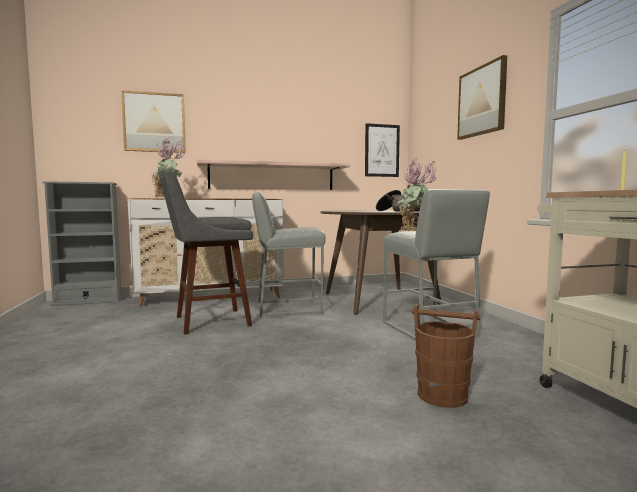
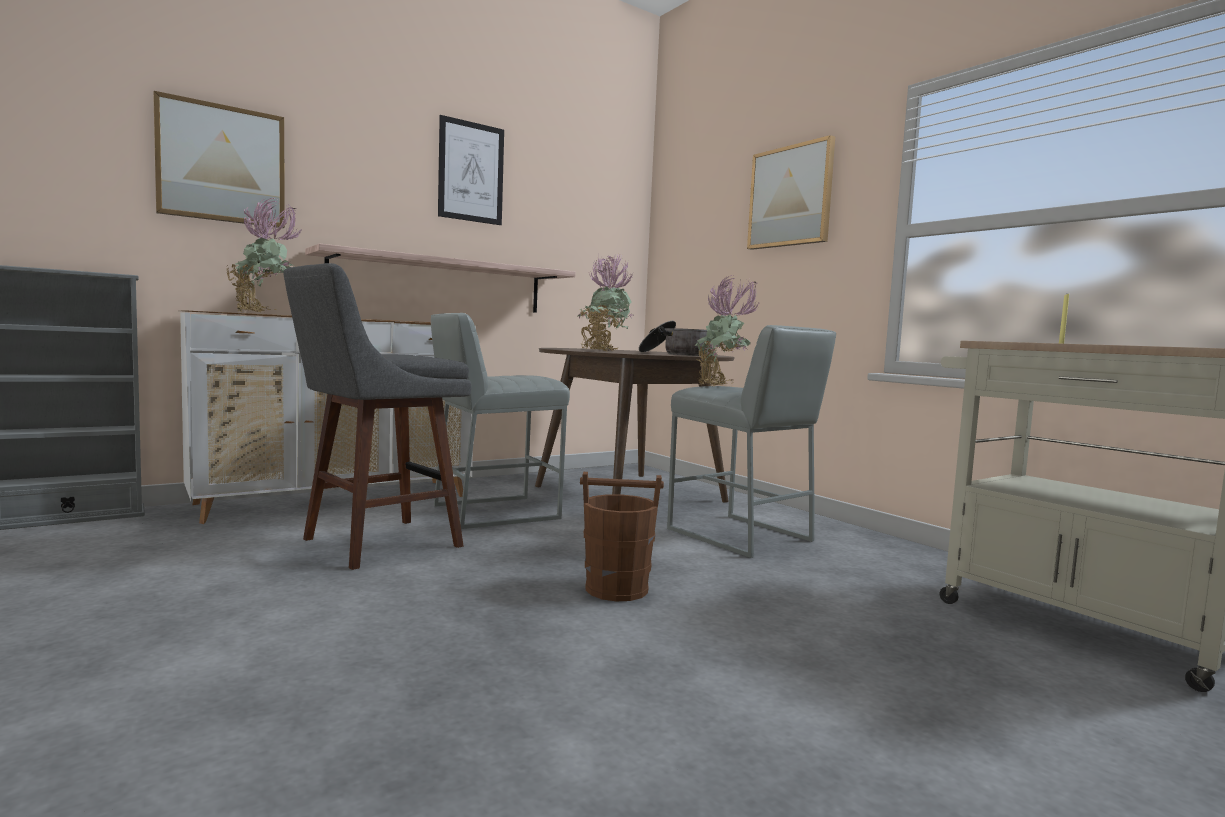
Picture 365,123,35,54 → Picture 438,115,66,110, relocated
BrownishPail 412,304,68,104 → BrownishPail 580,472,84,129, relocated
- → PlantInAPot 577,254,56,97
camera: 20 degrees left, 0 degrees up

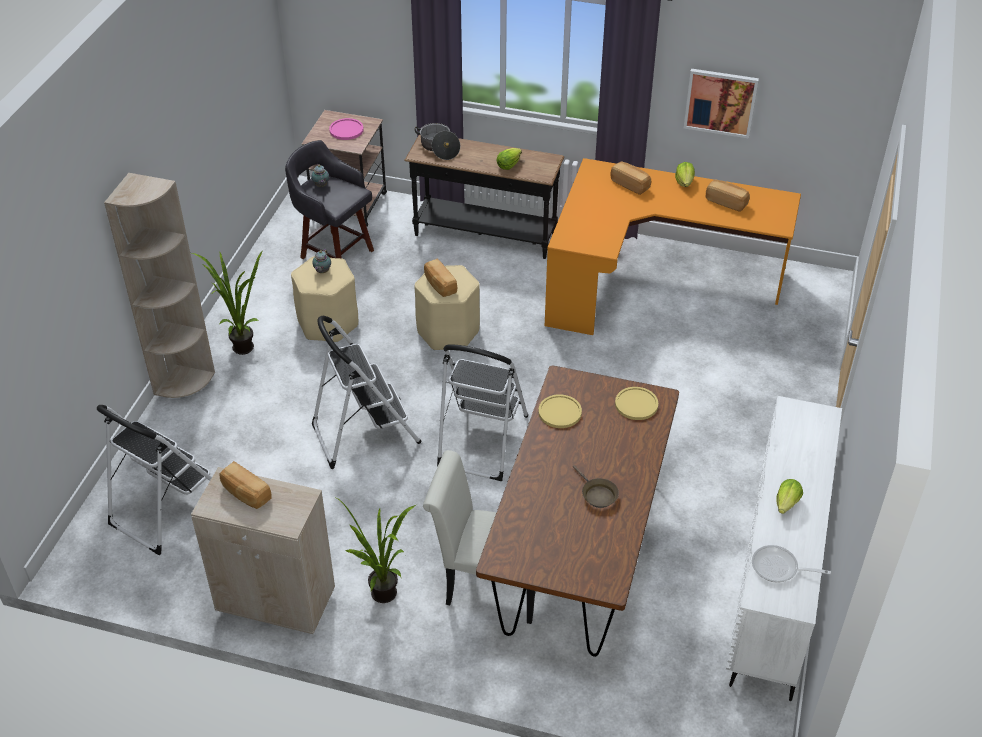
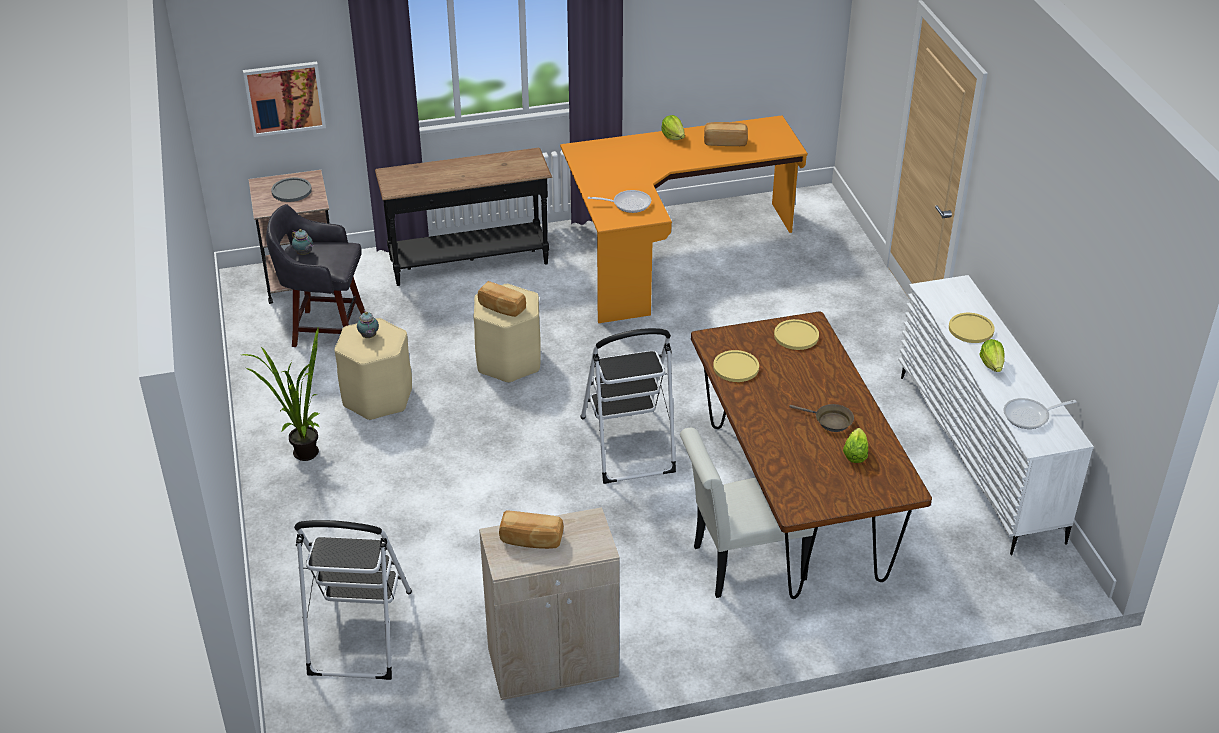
SandColouredBookcase 104,173,111,225 → -
StepStool 312,316,109,153 → -
PinkColouredPlate 329,118,35,22 → GreyPlate 271,177,41,25
PlantInAPot 334,497,82,106 → -
CookingPot 414,123,46,37 → -
HeadOfLettuce 496,148,26,22 → HeadOfLettuce 843,428,25,35, relocated
BakedBread 610,161,41,34 → -
Picture 684,69,75,70 → Picture 243,62,83,75, relocated
- → Skillet 588,190,63,23
- → YellowishPlate 949,313,45,30
camera: 30 degrees left, 5 degrees down

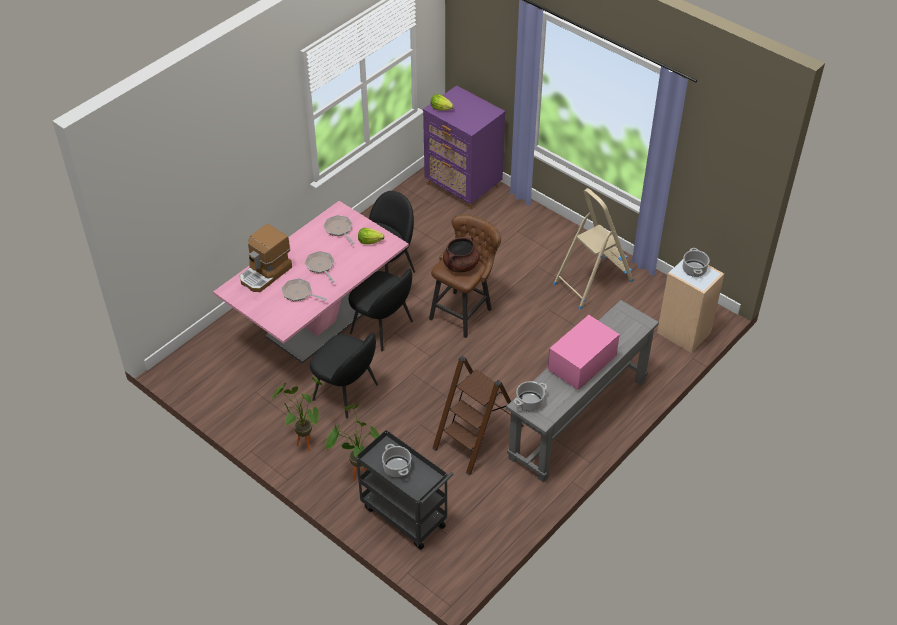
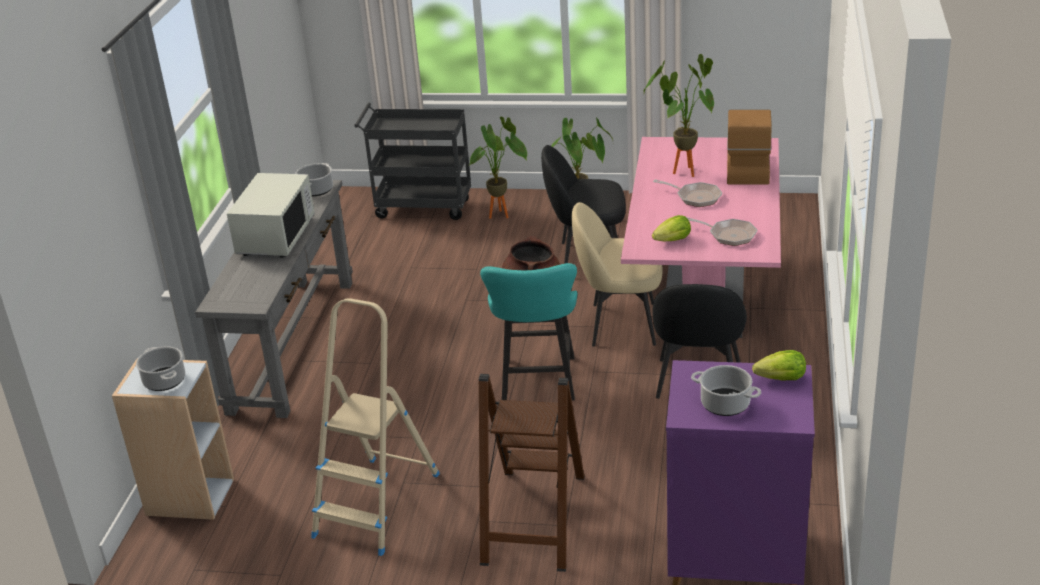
Skillet 282,278,45,24 → PlantInAPot 644,54,70,123
BlackishUprightChair 349,269,64,82 → SandColouredUprightChair 572,202,90,145
CookingPot 382,444,29,33 → CookingPot 691,365,70,51, relocated
BrownishStool 429,214,72,124 → TurquoiseColouredStool 480,263,97,138
BrownishStepStool 432,356,92,120 → BrownishStepStool 478,374,107,198, relocated
PinkColouredMicrowave 548,315,72,75 → WhiteMicrowave 227,173,88,85
camera: 150 degrees right, 15 degrees down

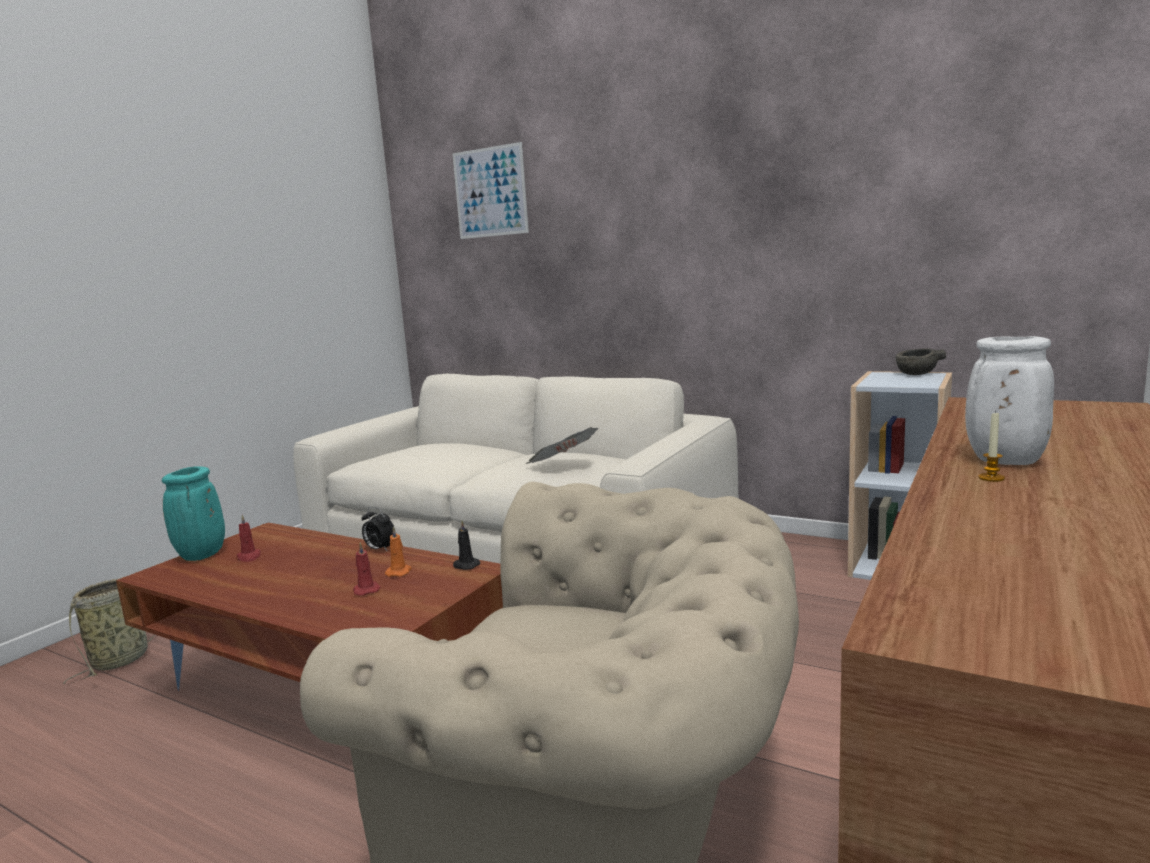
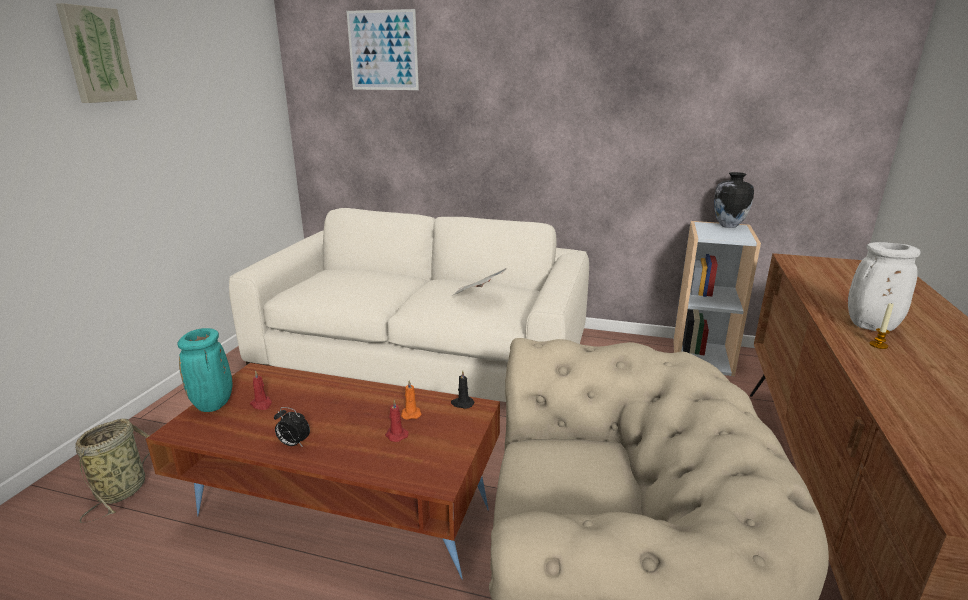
BedsideClock 362,507,33,44 → BedsideClock 274,407,36,40, relocated
GreyDeepDish 895,349,51,26 → DecorativeVase 714,172,40,56
- → Picture 56,3,81,100
camera: 15 degrees left, 10 degrees up

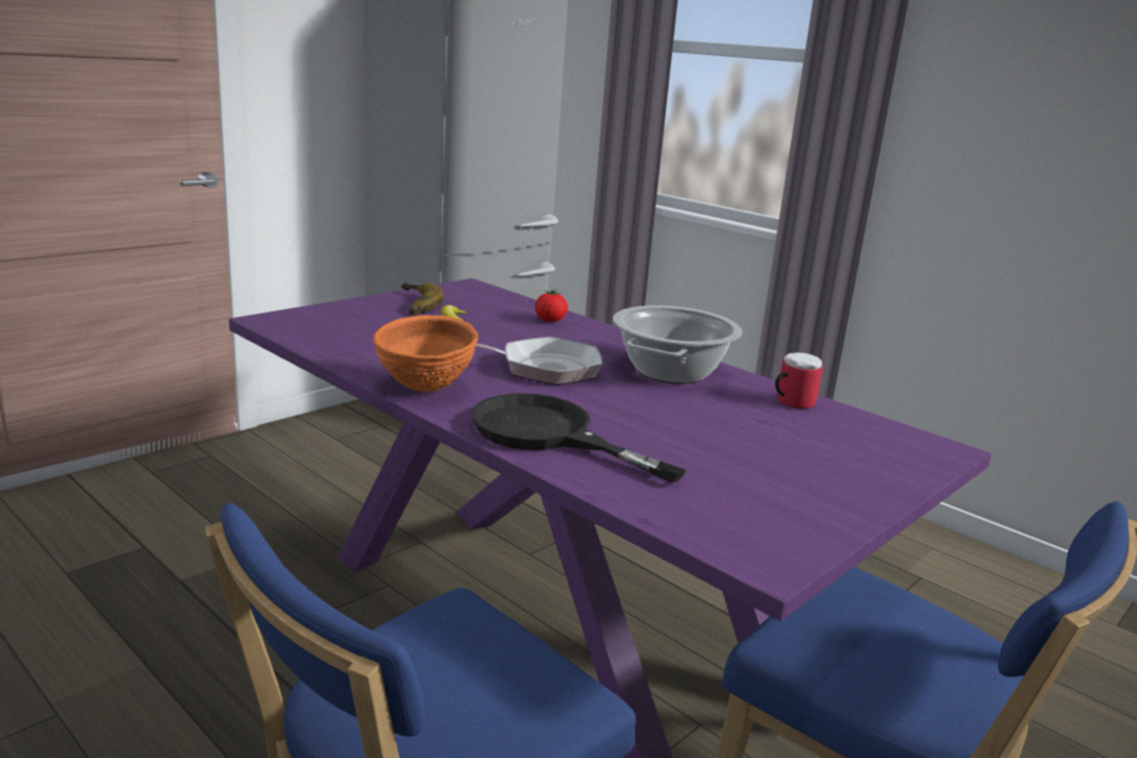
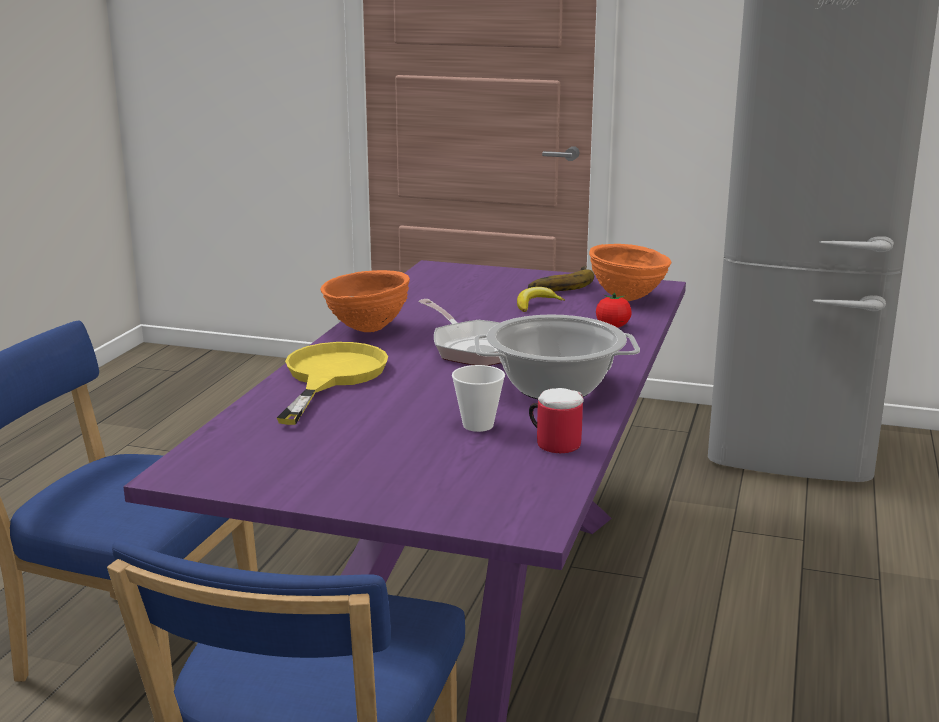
BlackishSkillet 472,393,215,90 → YellowishSkillet 277,342,111,83
- → DrinkingCup 452,365,53,67
- → OrangeyDeepDish 589,244,82,57
camera: 65 degrees right, 0 degrees up

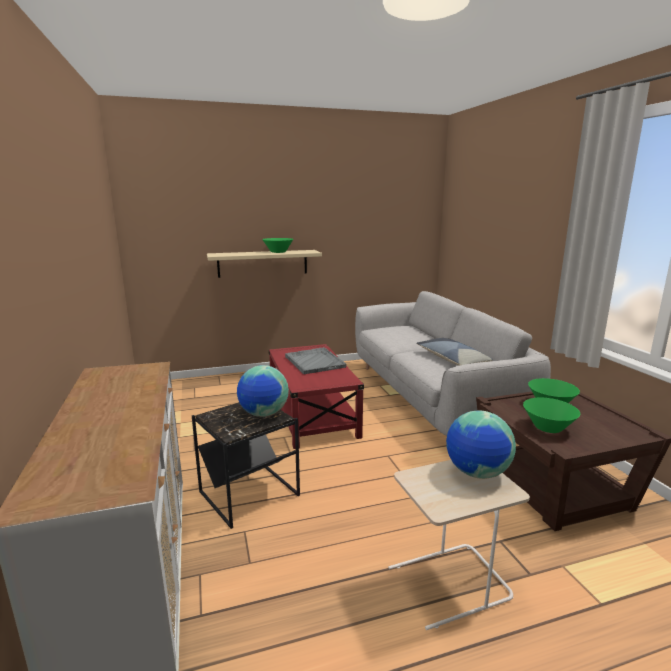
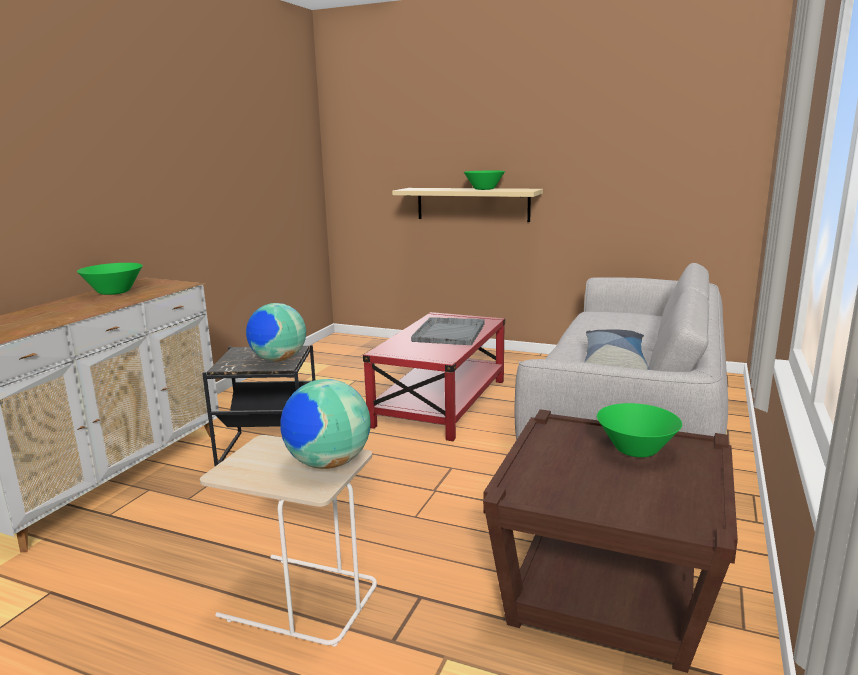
GreenColouredDeepDish 523,398,57,35 → GreenColouredDeepDish 77,263,66,32, relocated
camera: 40 degrees right, 0 degrees up

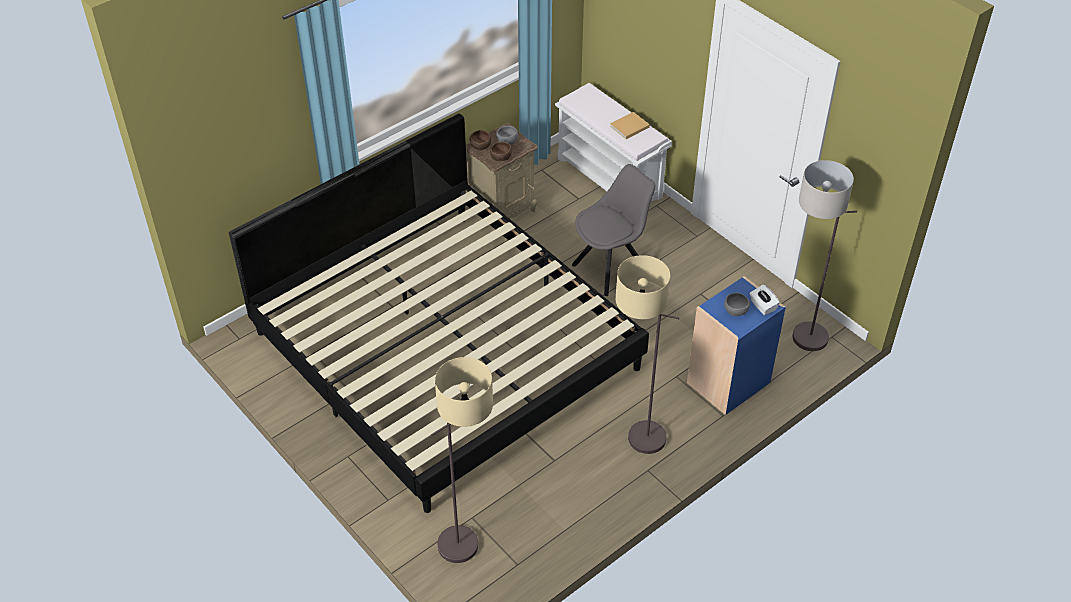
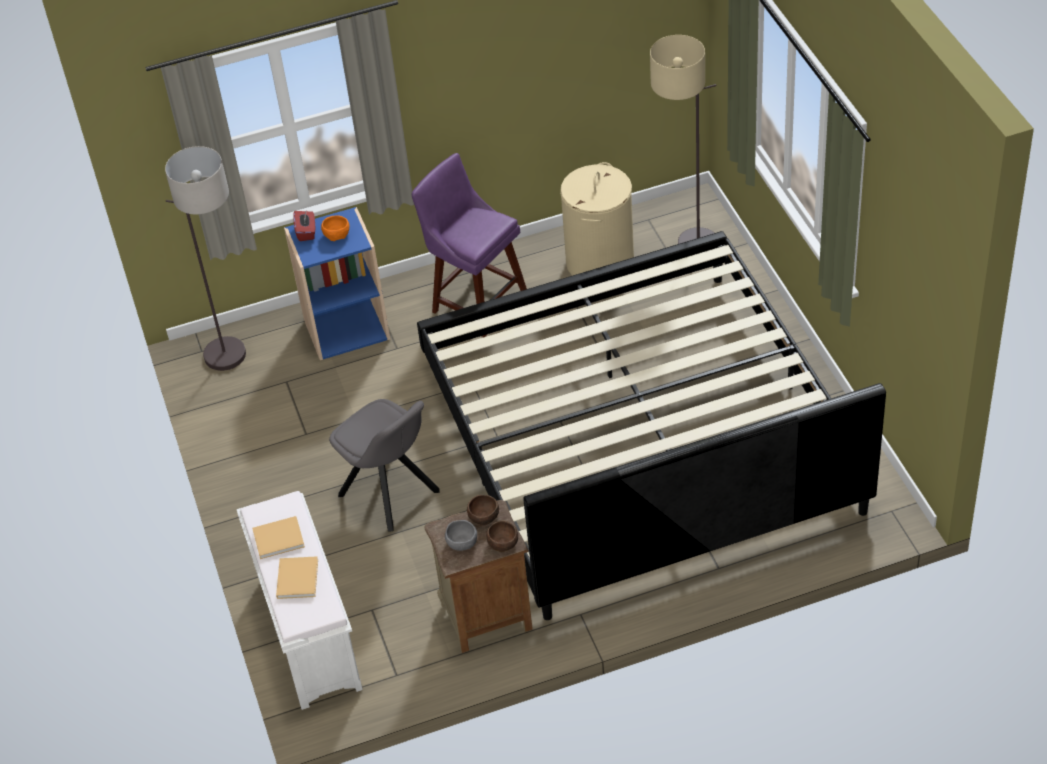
GreyUprightChair 572,164,83,132 → GreyUprightChair 329,399,111,133, 120 degrees counterclockwise
SandColouredStandingLamp 616,255,63,199 → PurpleUprightChair 412,153,115,184
GreyDeepDish 724,293,26,23 → OrangeyDeepDish 321,215,28,26
WhiteTissueHolder 749,285,31,30 → RedColouredTissueHolder 293,211,22,30
- → SandColouredBook 276,556,42,43
- → SandColouredWashingBasket 560,162,74,114
camera: 155 degrees left, 0 degrees up

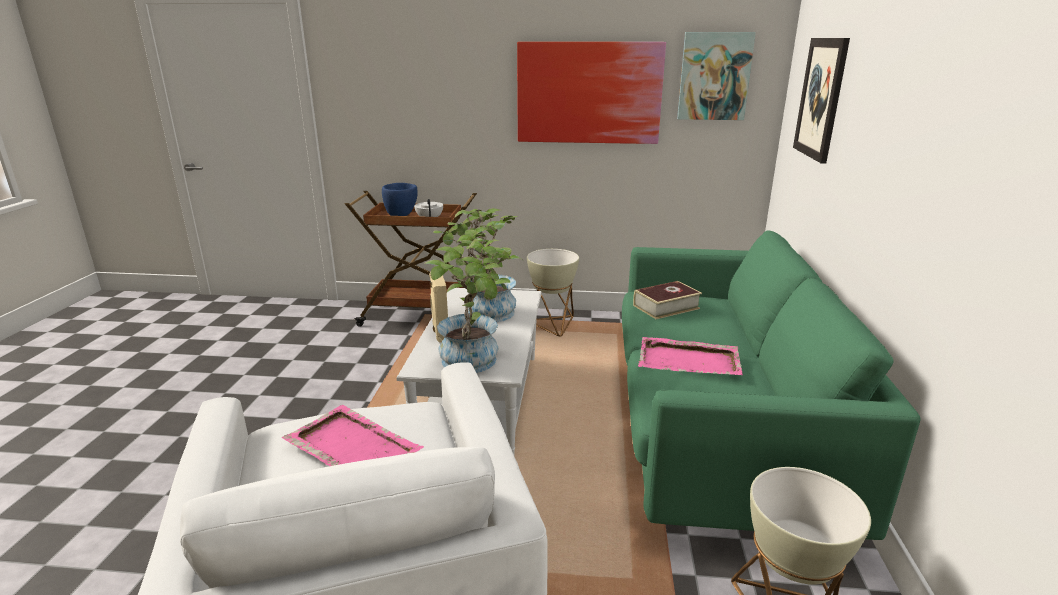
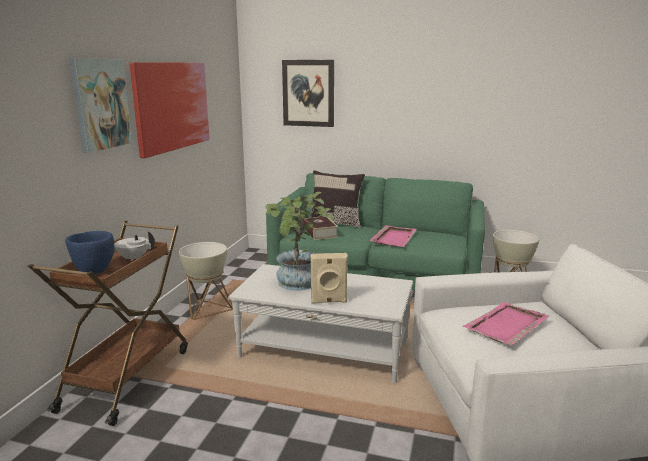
PlantInAPot 424,230,100,143 → -
Picture 677,32,79,88 → Picture 69,59,63,94, relocated
- → ThrowPillow 310,170,55,58
camera: 80 degrees left, 5 degrees down

